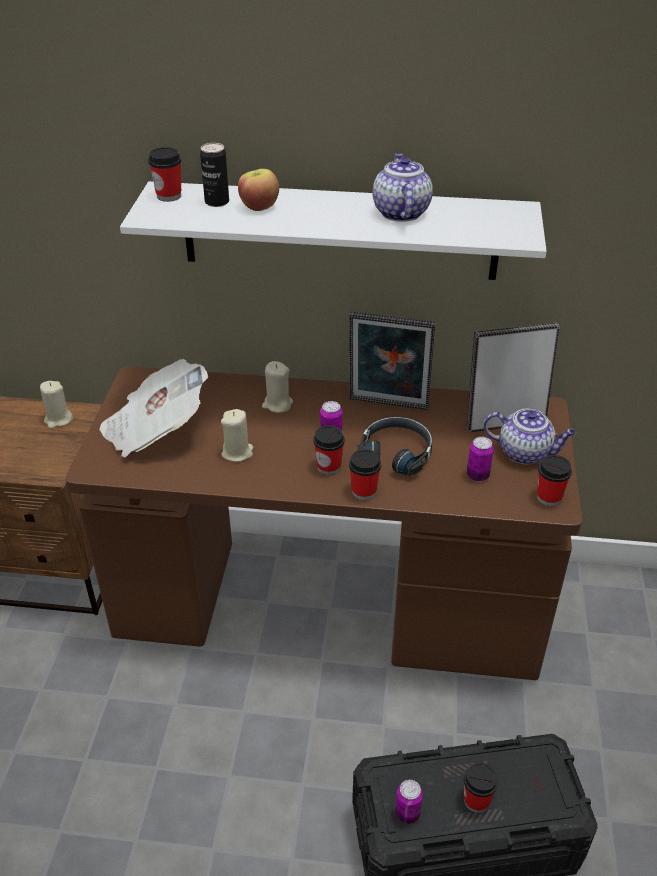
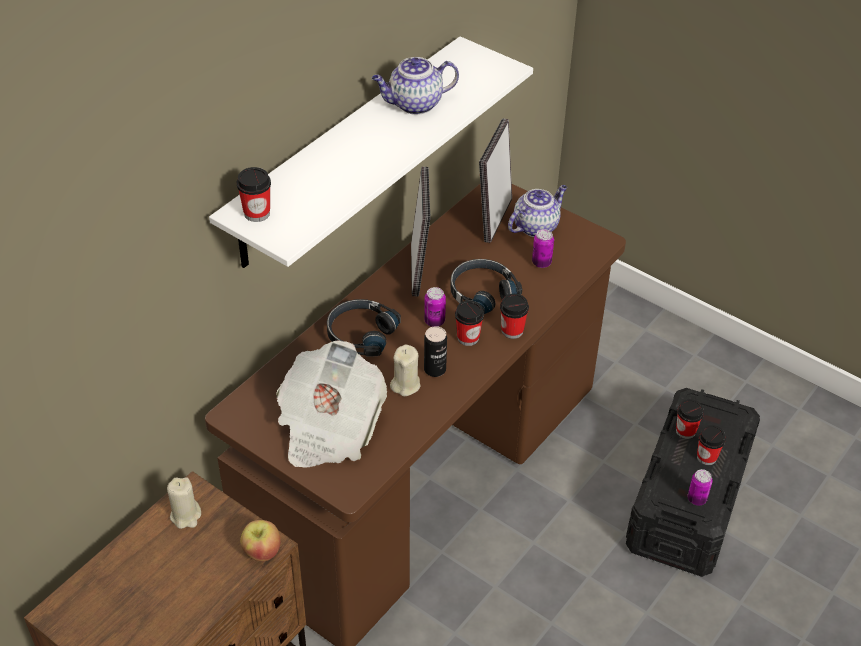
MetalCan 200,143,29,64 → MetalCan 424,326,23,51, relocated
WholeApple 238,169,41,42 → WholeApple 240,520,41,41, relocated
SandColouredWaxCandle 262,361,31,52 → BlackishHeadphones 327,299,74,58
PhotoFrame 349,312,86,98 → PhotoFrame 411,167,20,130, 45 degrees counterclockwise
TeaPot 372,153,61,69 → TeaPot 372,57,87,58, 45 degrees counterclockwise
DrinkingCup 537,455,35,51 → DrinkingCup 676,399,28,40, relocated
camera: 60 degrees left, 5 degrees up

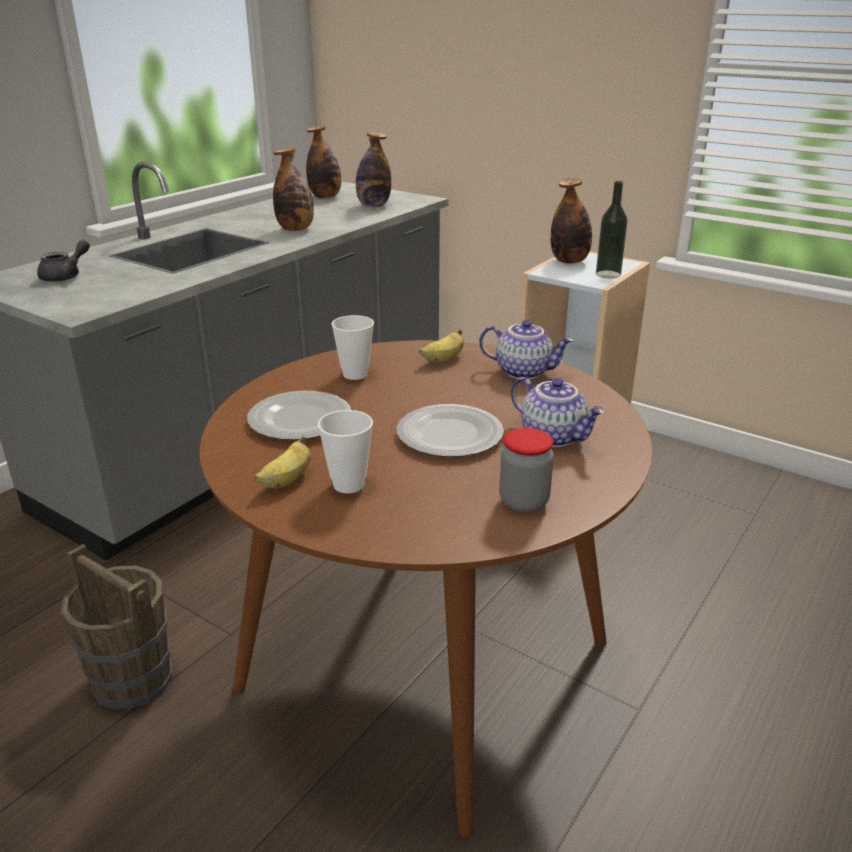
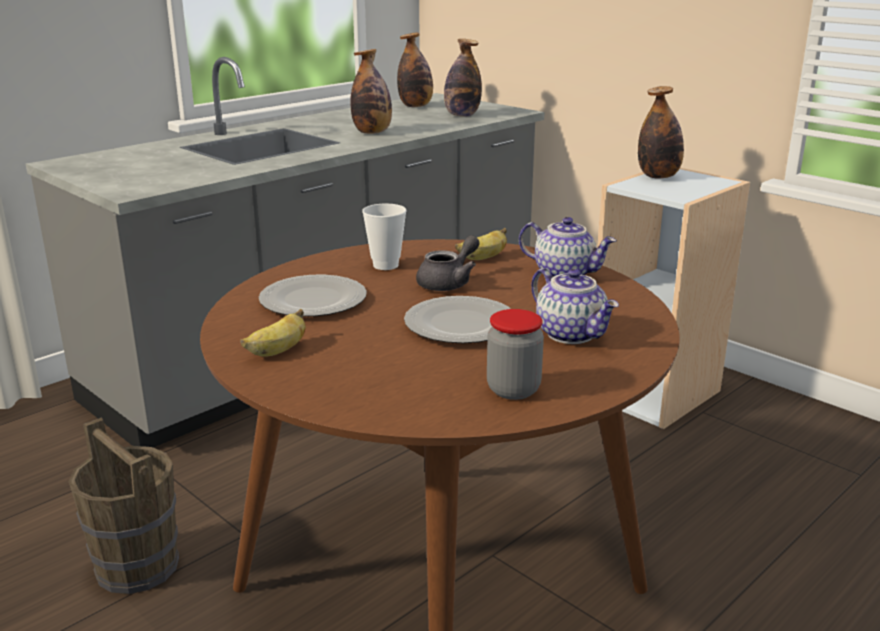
GreyTeaPot 37,240,53,42 → GreyTeaPot 416,235,64,56, relocated
DrinkingCup 318,410,55,83 → -
BeverageBottle 596,181,31,97 → -
camera: 10 degrees right, 5 degrees down

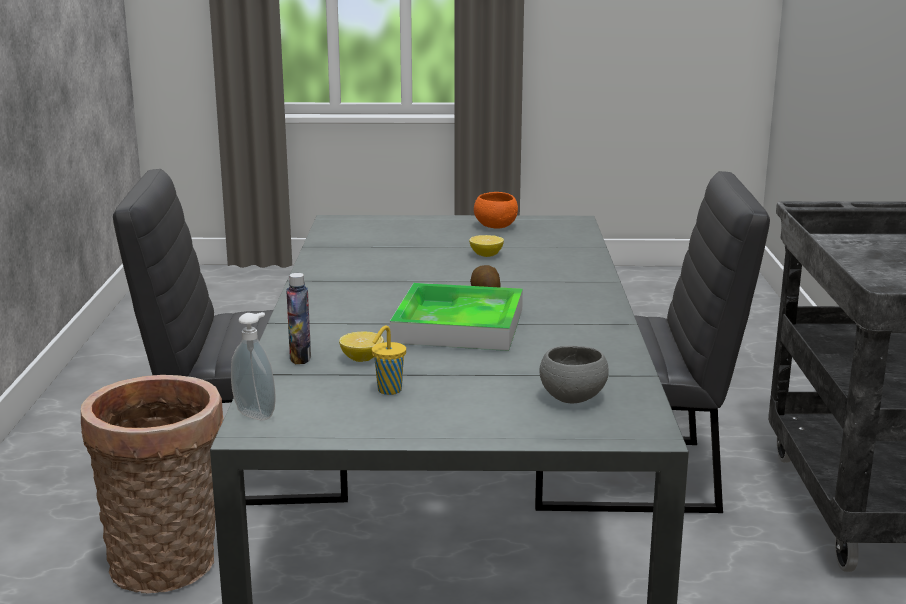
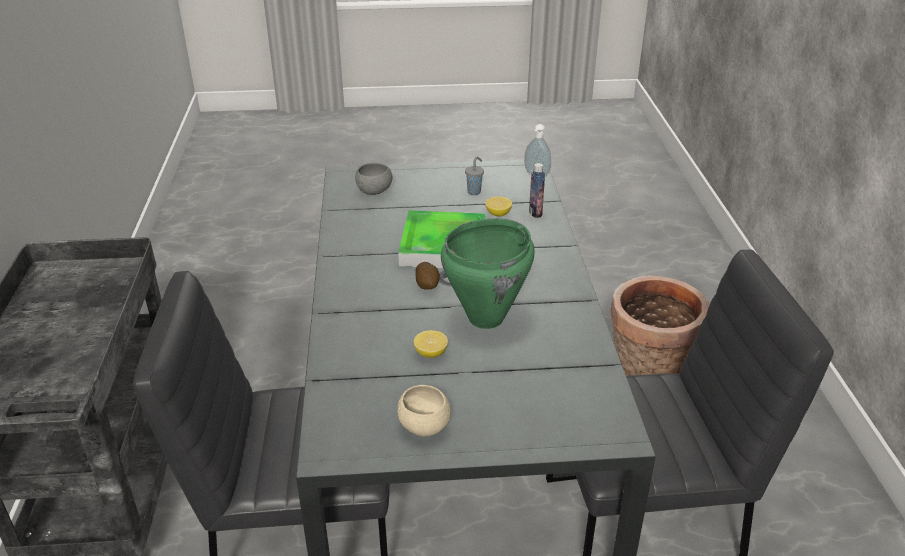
YellowishDrinkingCup 372,326,34,69 → GreyDrinkingCup 465,157,19,38
OrangeyDeepDish 474,192,44,37 → SandColouredDeepDish 398,385,53,51
- → GreenColouredCookingPot 441,218,94,111
camera: 175 degrees right, 15 degrees up

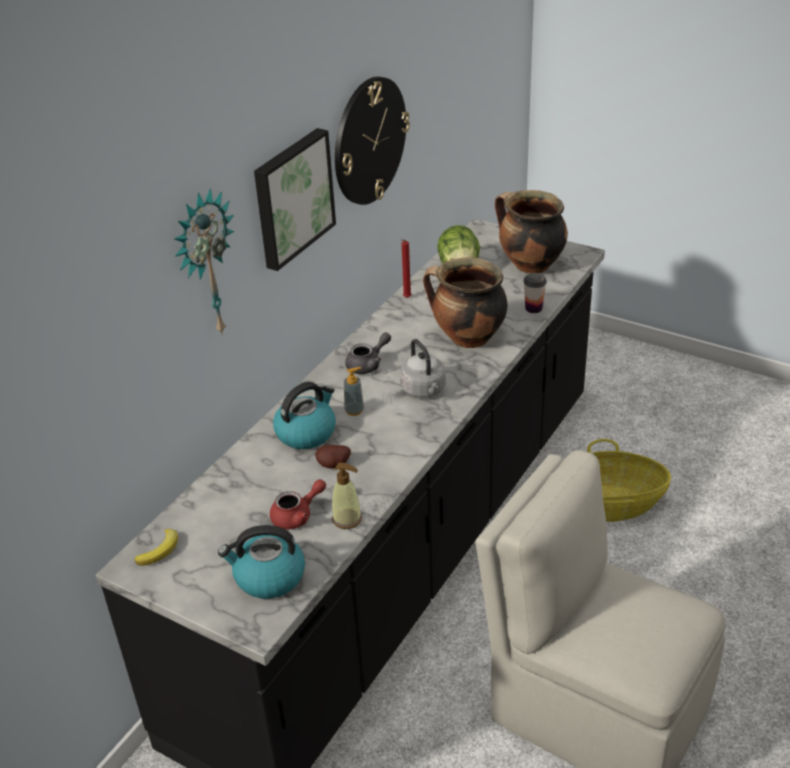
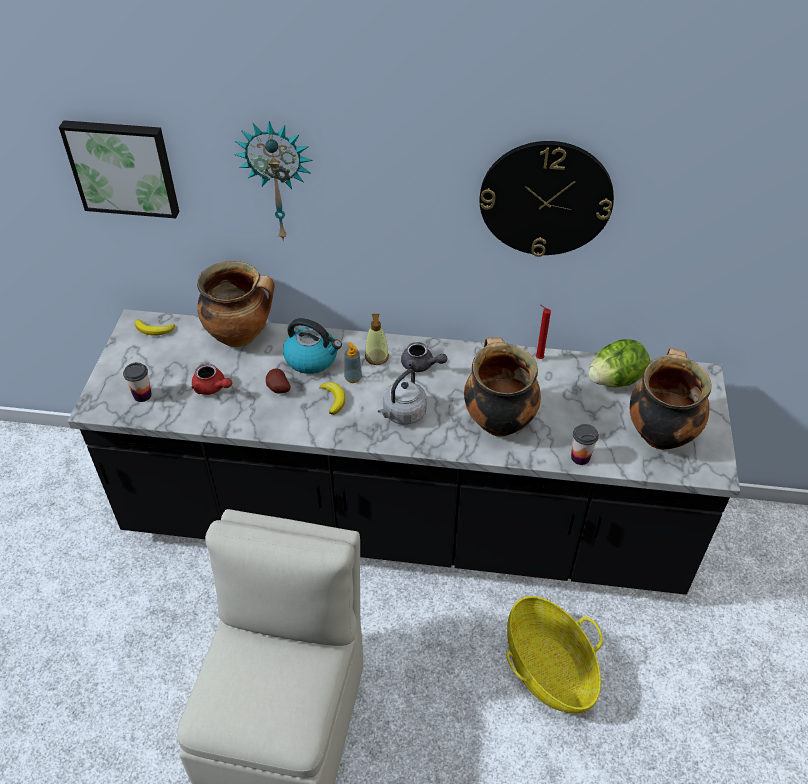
WaterKettle 218,525,87,74 → DrinkingCup 123,363,29,39
Picture 254,128,82,143 → Picture 59,120,120,98, relocated
SoapDispenser 332,463,30,66 → SoapDispenser 365,314,24,51, relocated
- → CookingPot 197,261,77,86
- → Banana 319,382,26,33
camera: 65 degrees right, 10 degrees up

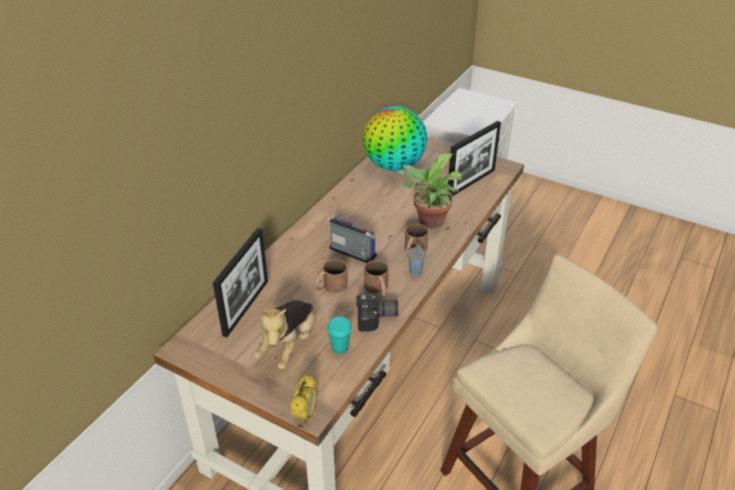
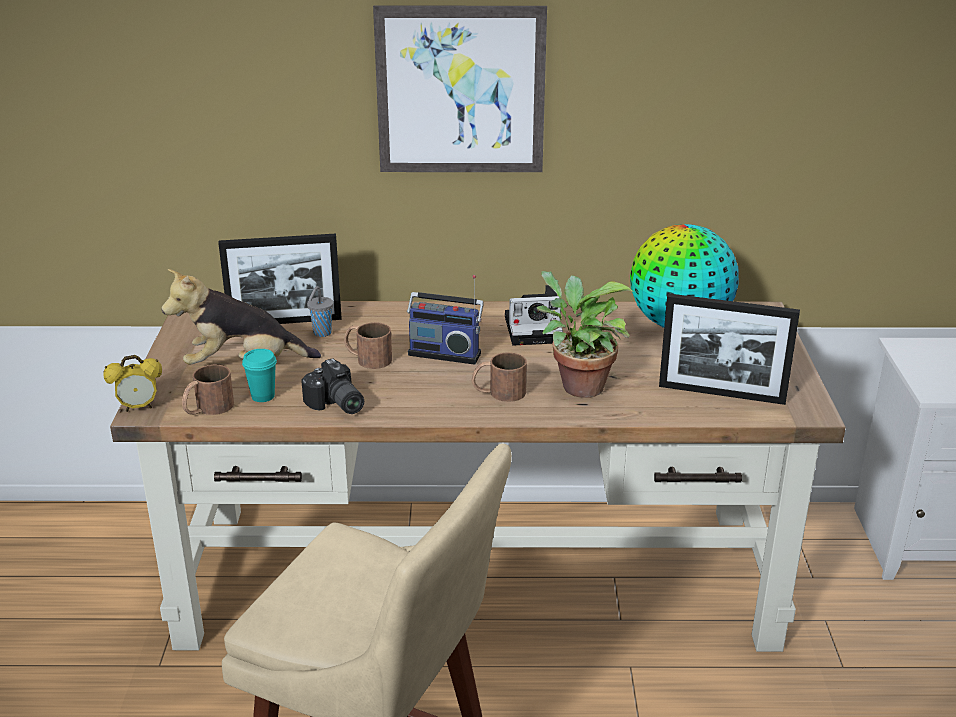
RadioSet 326,197,51,66 → RadioSet 407,275,77,90, 105 degrees clockwise
BrownishTeaMug 364,260,24,37 → BrownishTeaMug 182,365,52,50, relocated
GreyDrinkingCup 407,243,19,33 → GreyDrinkingCup 307,286,27,51, relocated
- → Picture 373,6,174,166
- → PhotoCamera 505,285,58,61
camera: 60 degrees right, 10 degrees down

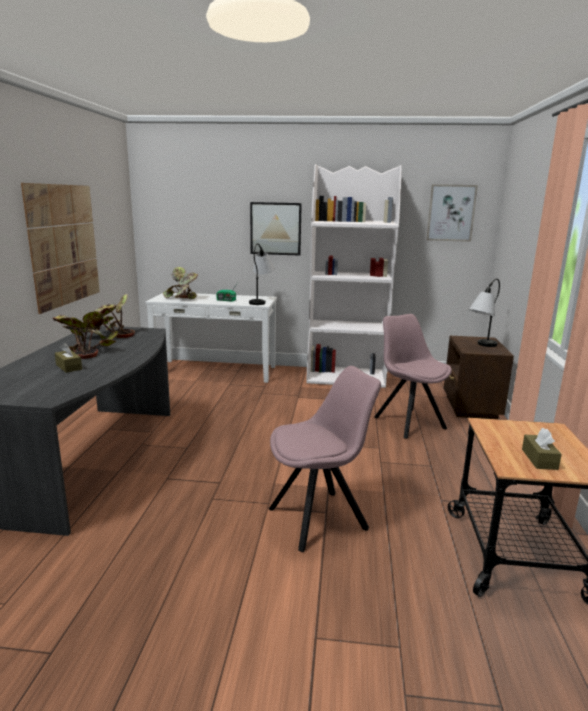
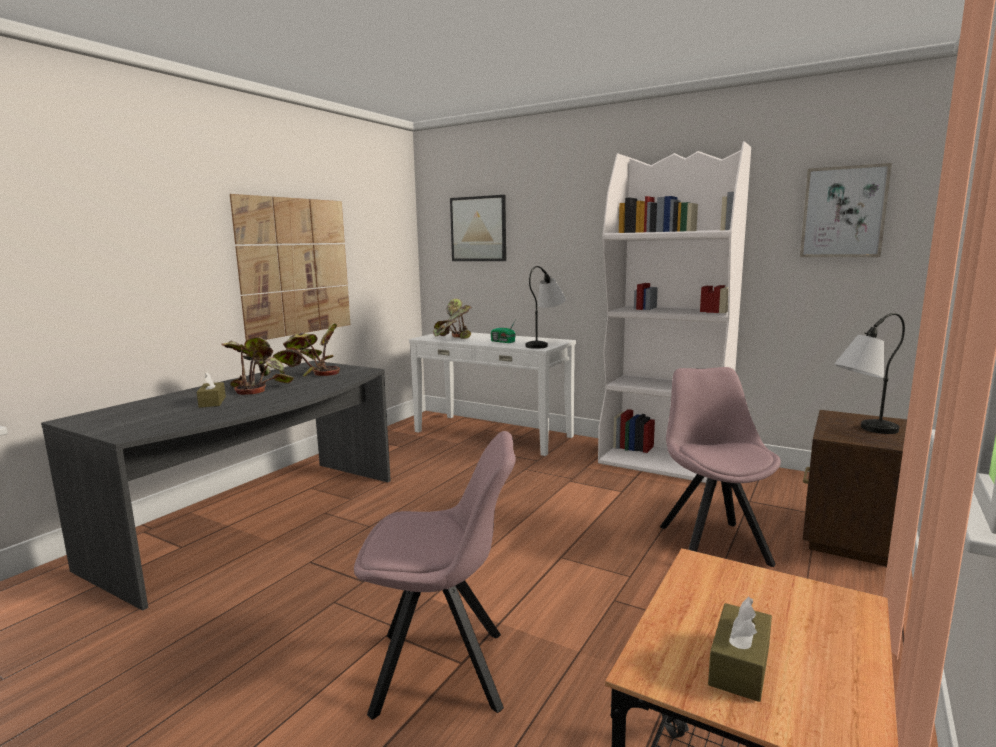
Picture 250,202,52,54 → Picture 450,195,56,66, relocated
camera: 25 degrees right, 5 degrees down

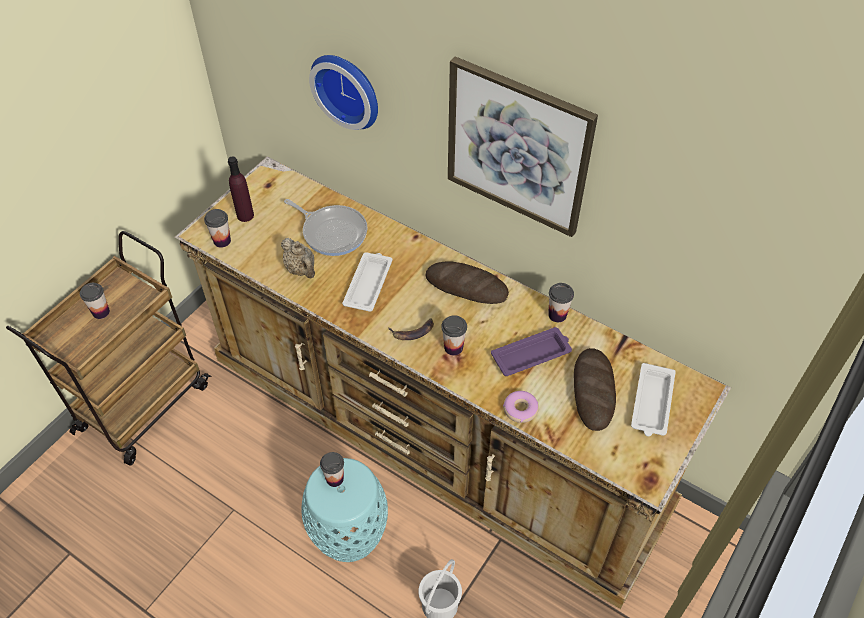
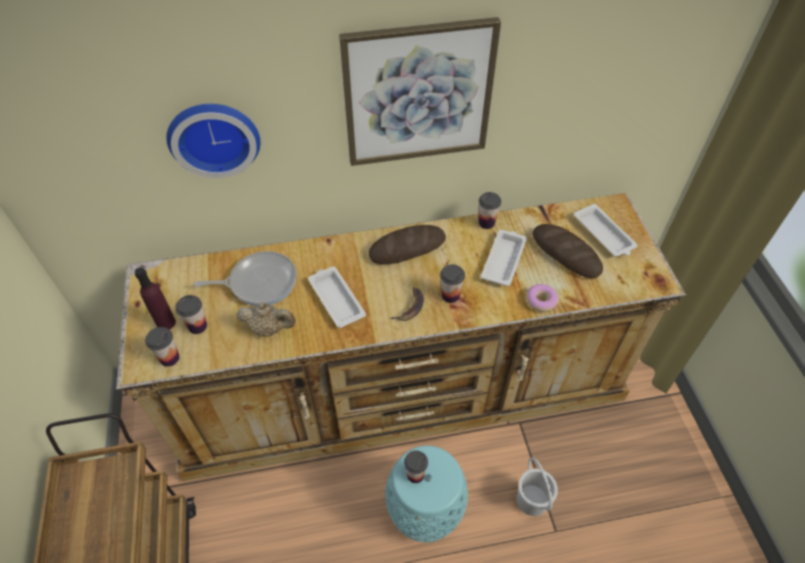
DrinkingCup 80,283,30,36 → DrinkingCup 176,295,31,39, relocated
PurpleTray 491,327,81,49 → WhiteTray 481,230,46,56
camera: 45 degrees left, 0 degrees up

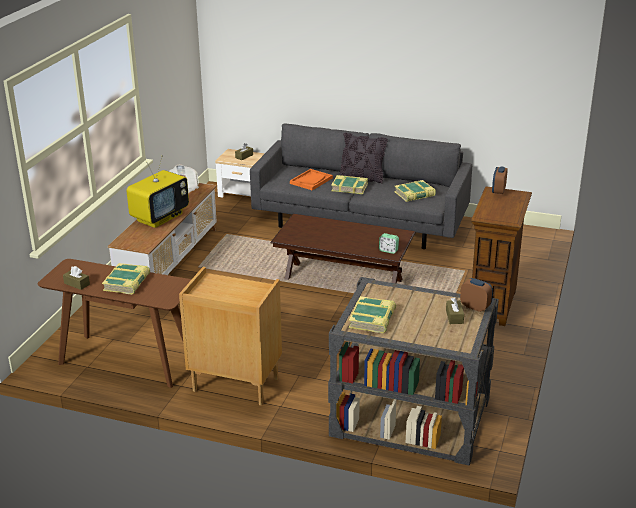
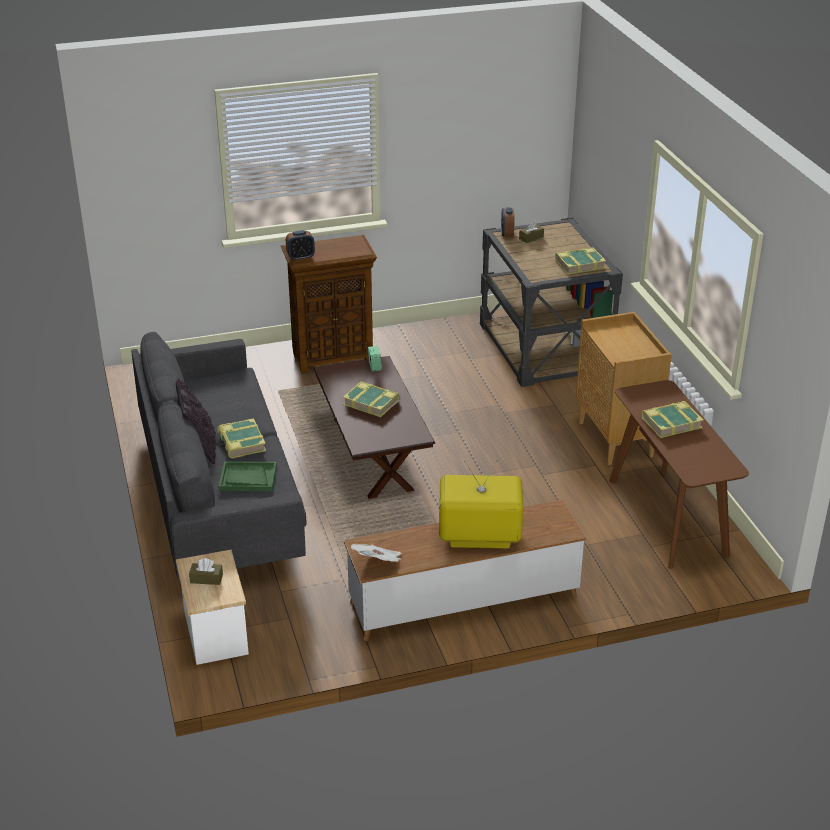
BrownishTissueHolder 63,266,27,24 → -
OrangeyTray 290,169,43,21 → GreenColouredTray 218,461,59,30
Book 394,180,42,22 → Book 343,381,57,36, relocated
camera: 125 degrees left, 5 degrees up

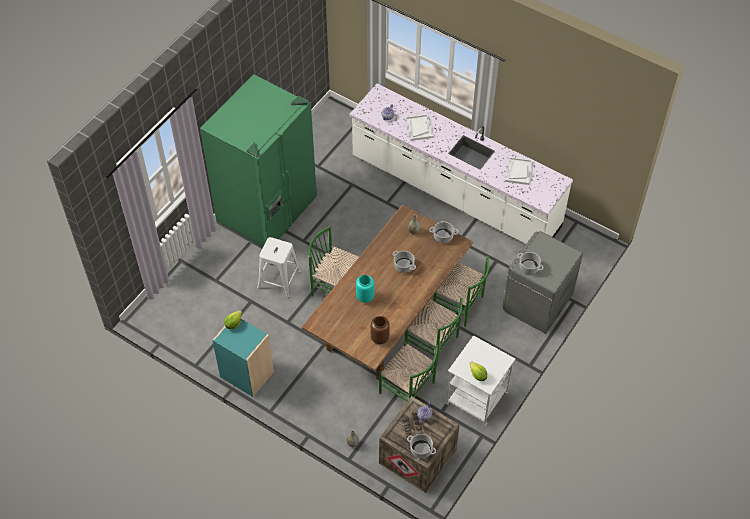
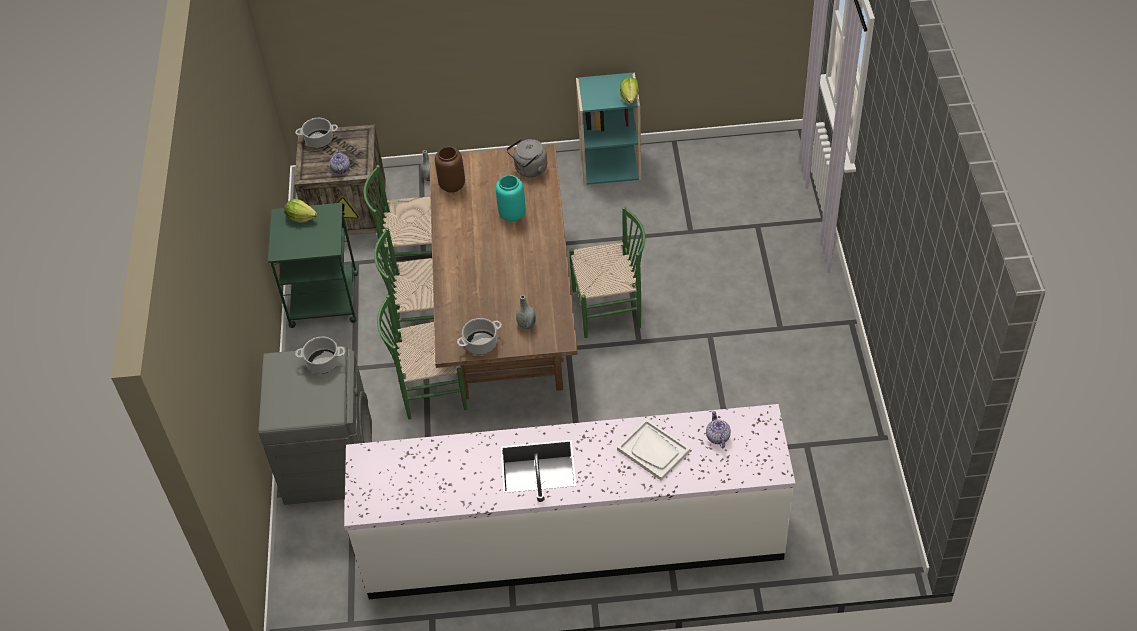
GreenColouredRefrigerator 200,74,117,175 → -
WhiteStool 257,237,44,61 → -
CookingPot 393,251,23,22 → -
WhiteCart 445,335,70,92 → GreenColouredCart 268,203,90,125
WhiteTray 505,157,27,28 → -
- → GreyWaterKettle 507,139,40,38
camera: 145 degrees right, 5 degrees down

